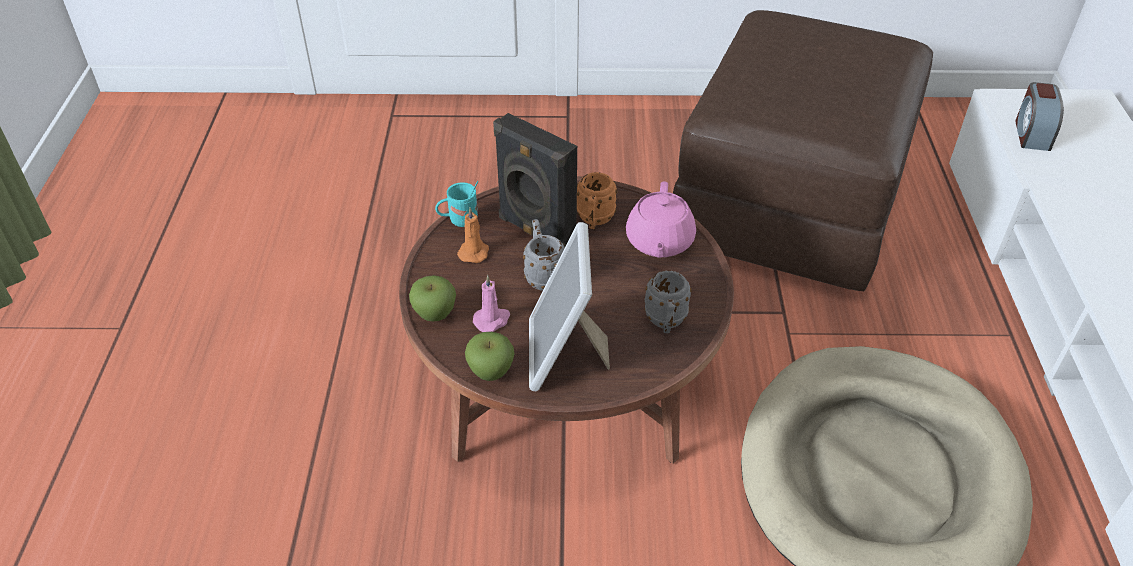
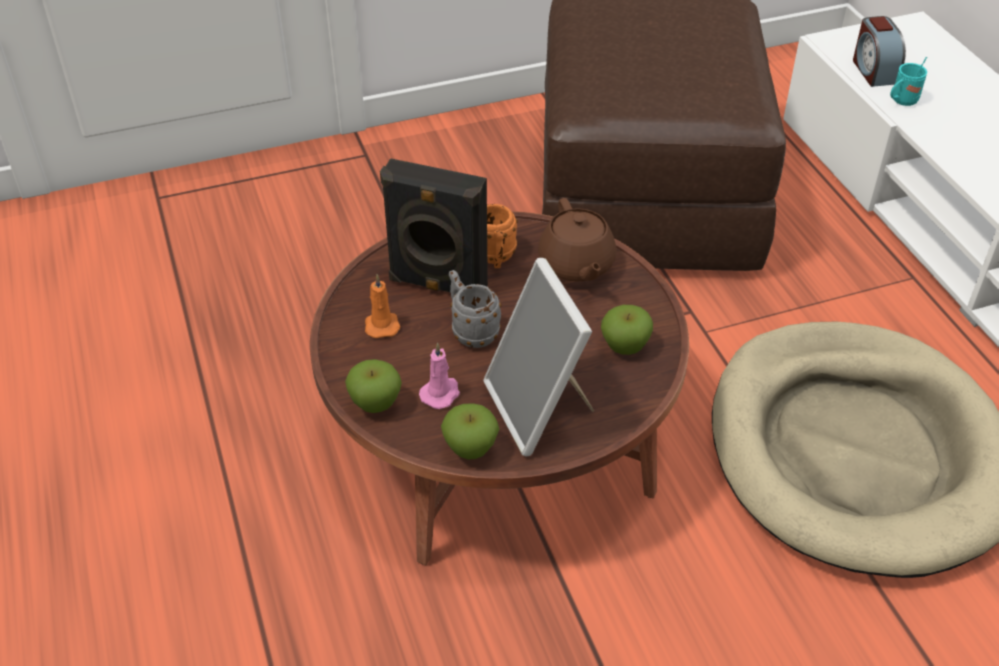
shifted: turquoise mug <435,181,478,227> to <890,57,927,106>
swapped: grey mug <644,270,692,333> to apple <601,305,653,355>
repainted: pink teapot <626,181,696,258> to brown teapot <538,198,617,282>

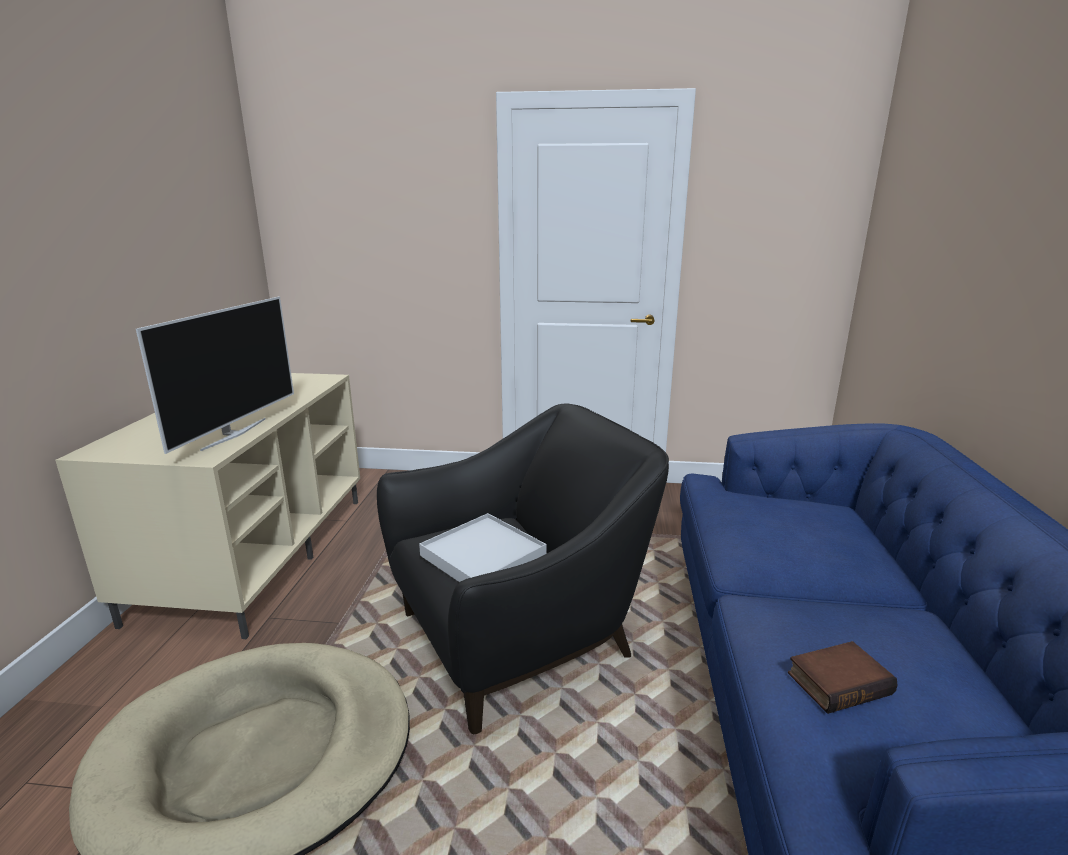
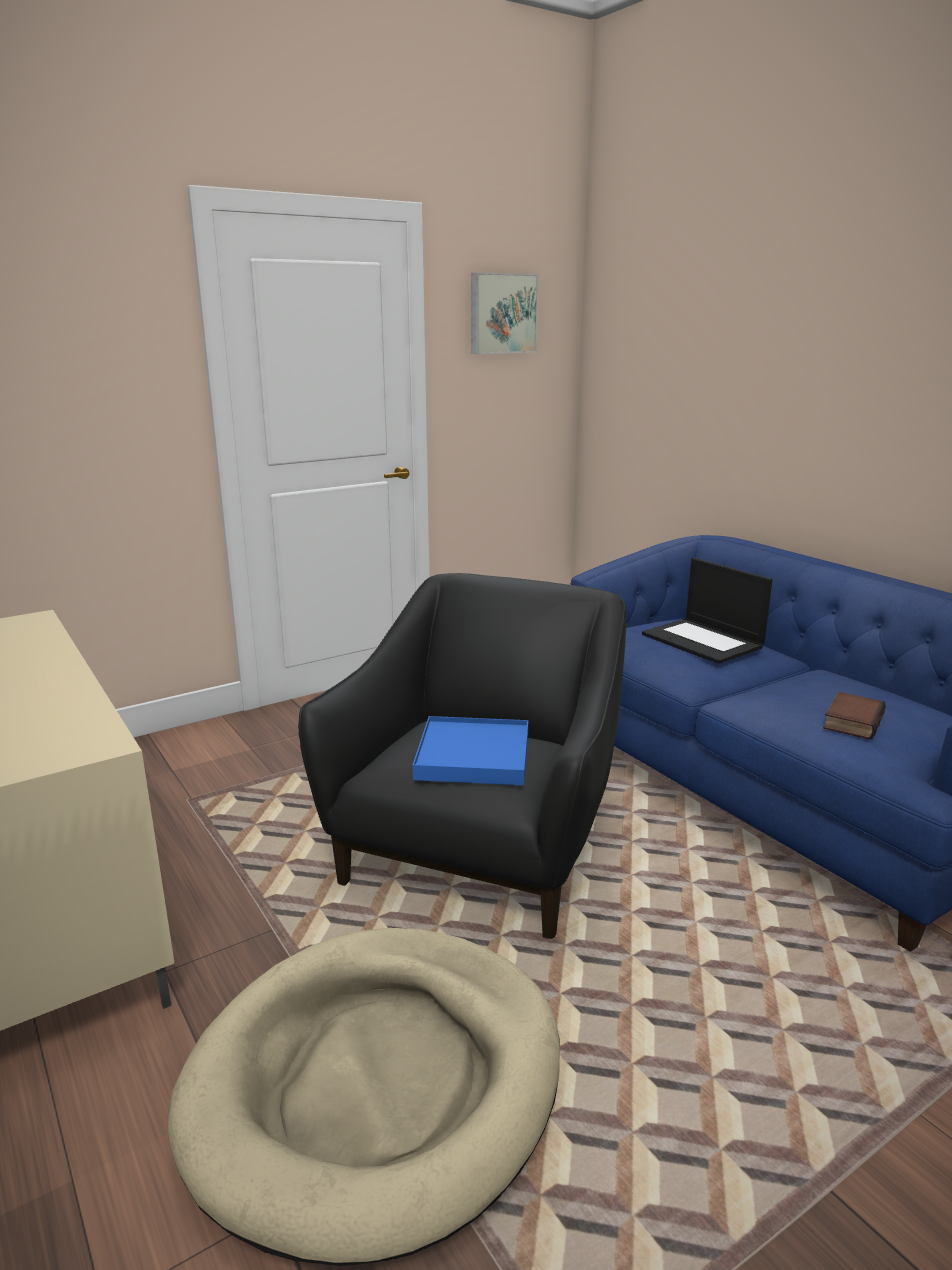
gone: television <136,297,294,454>
new: picture <471,273,539,354>; laptop <642,558,773,664>
repainted: white tray <419,513,547,582> to blue tray <412,716,528,785>

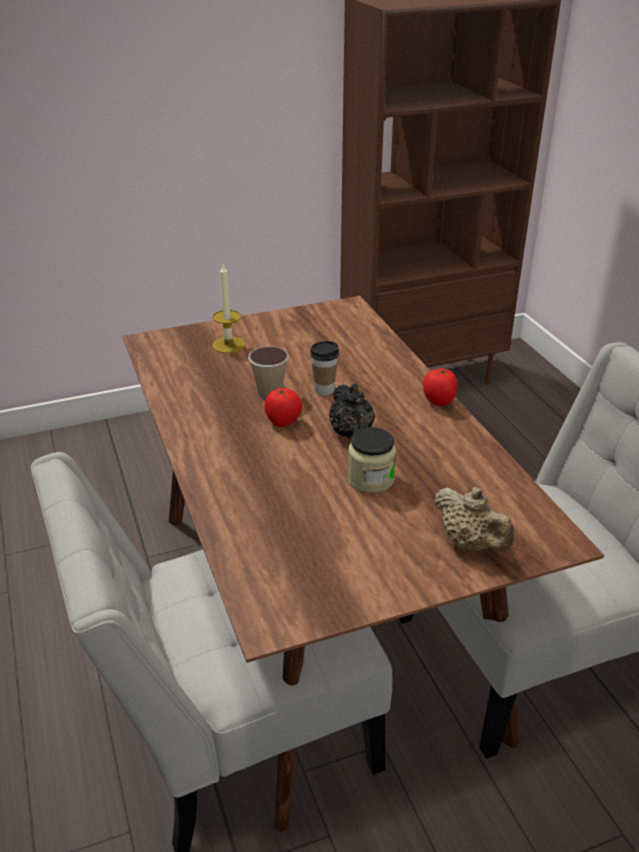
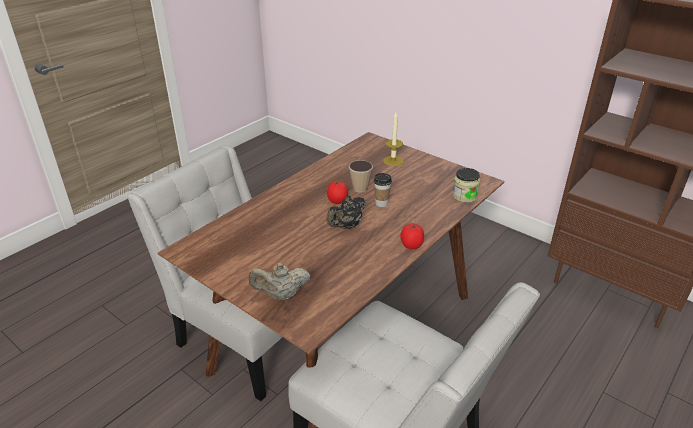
shifted: jar <348,427,396,493> to <452,168,480,203>
rotated: beige teapot <434,487,514,552> = <249,263,310,300> 60 degrees clockwise

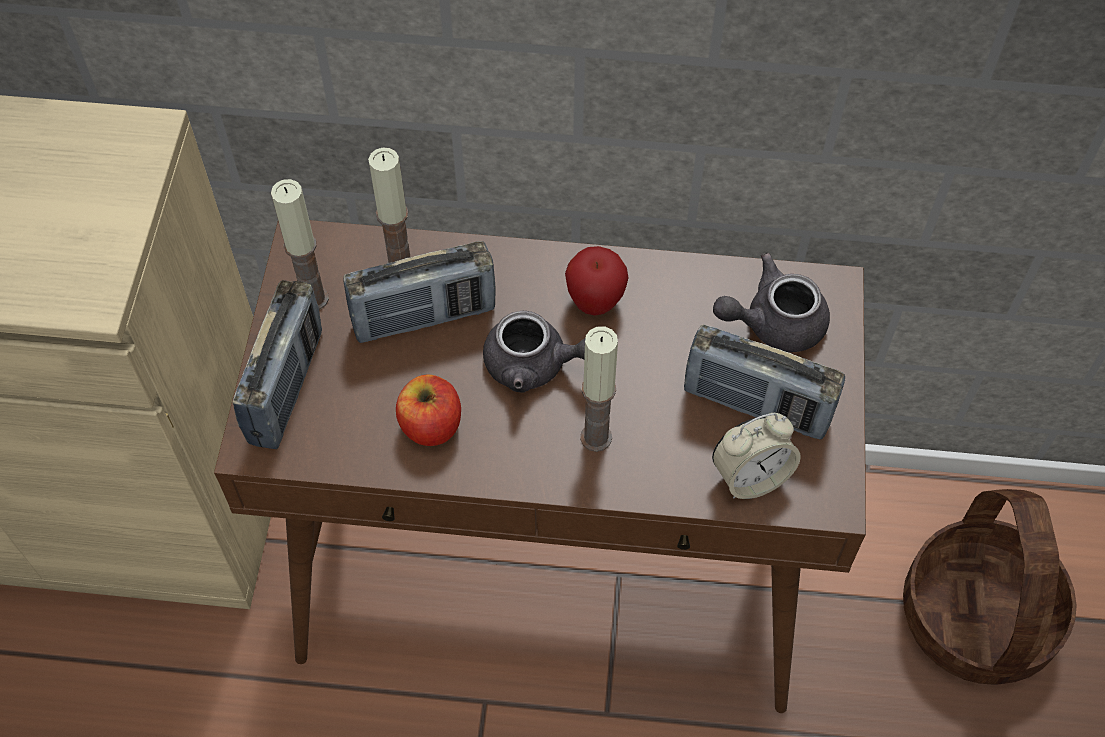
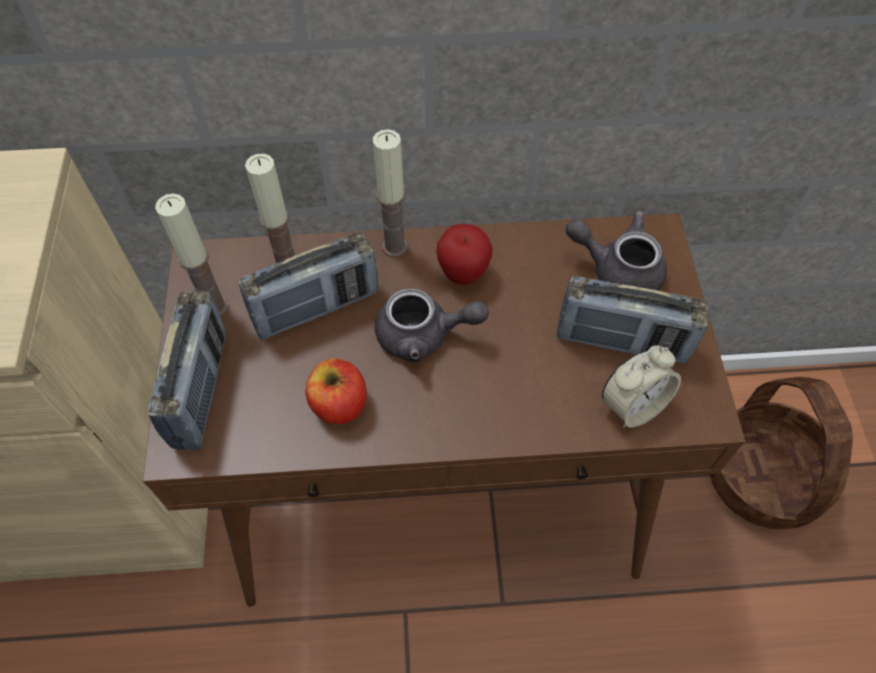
shifted: candle <580,327,618,452> to <373,129,408,257>
rotated: grey teapot <713,253,830,352> = <566,211,667,291> 45 degrees clockwise

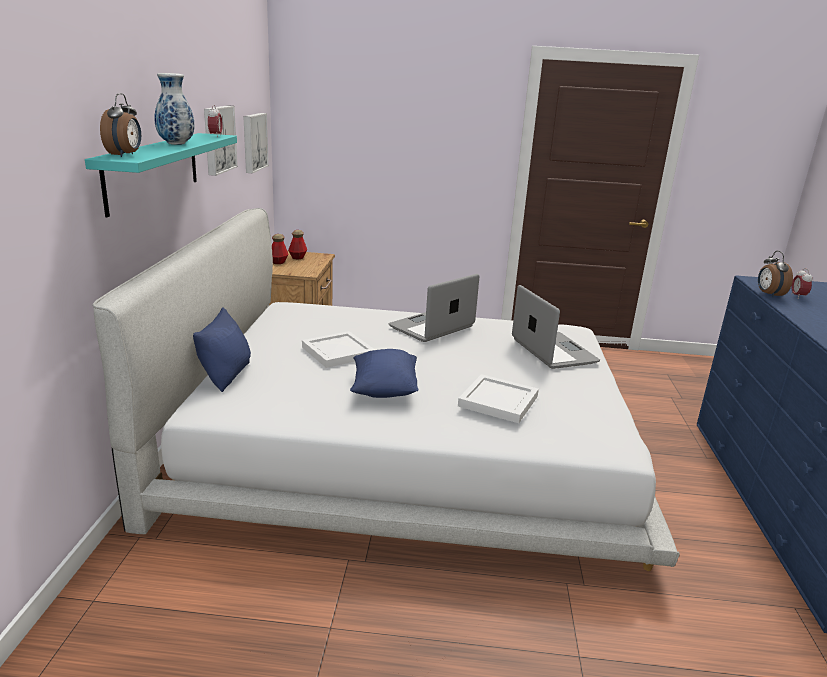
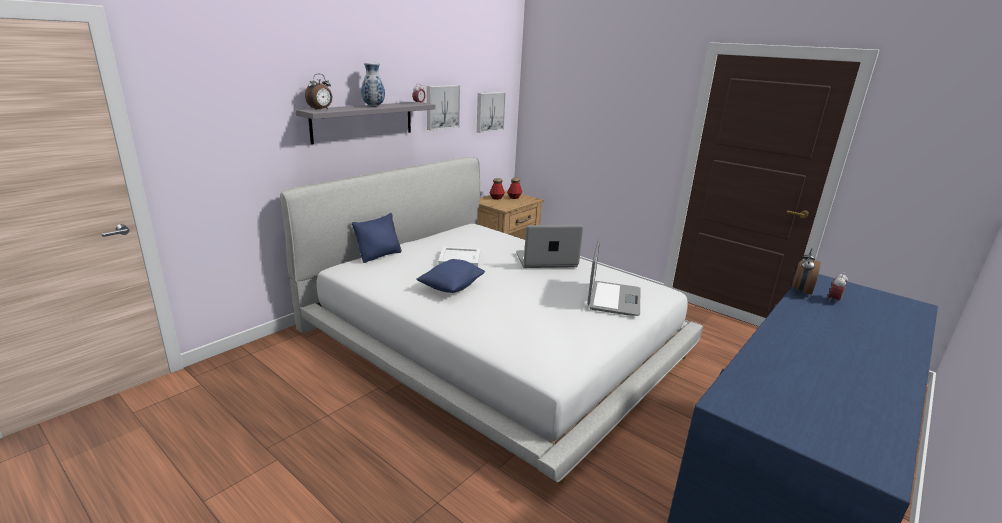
gone: white tray <458,374,539,423>
repainted: turquoise shelf <85,133,237,217> to grey shelf <295,102,436,145>

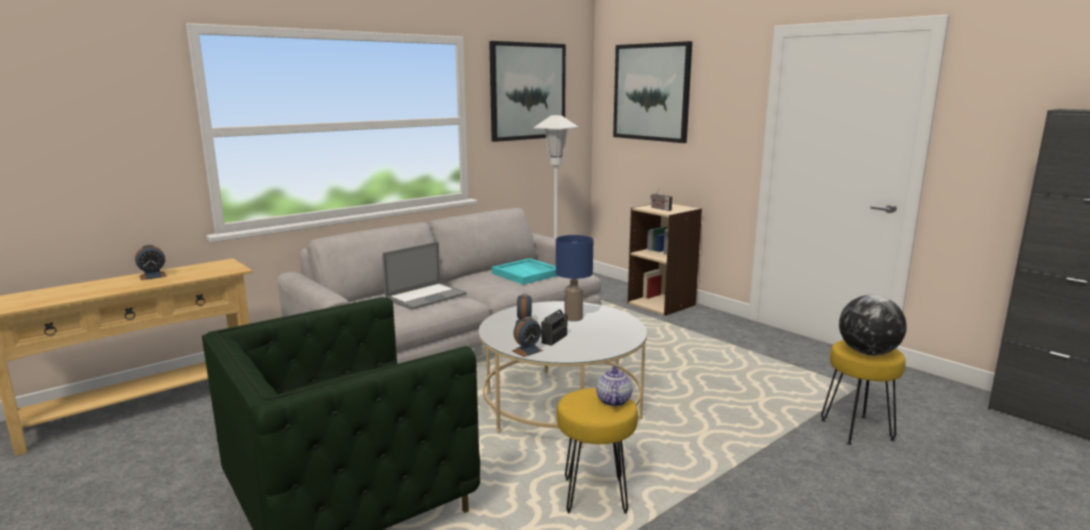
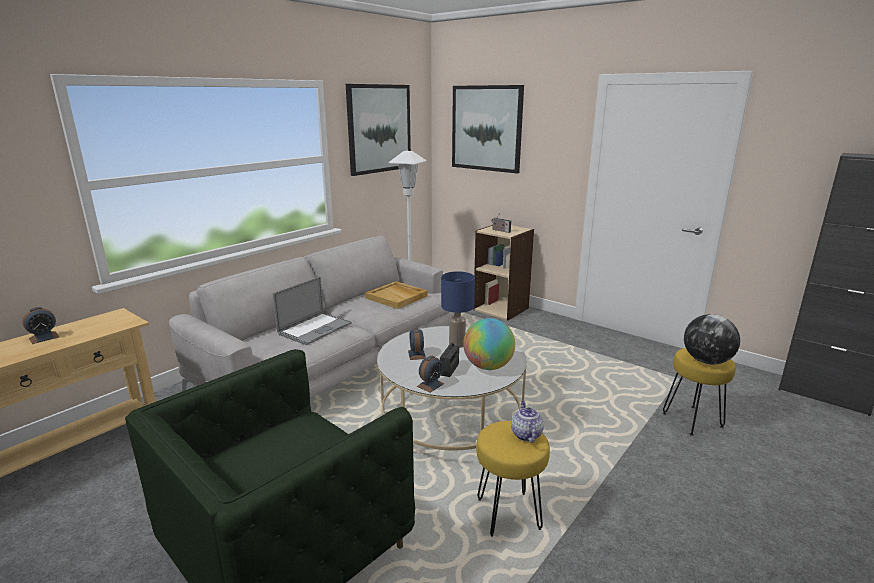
new: globe <463,318,515,370>
repainted: turquoise tray <492,258,558,285> to beige tray <365,281,428,309>

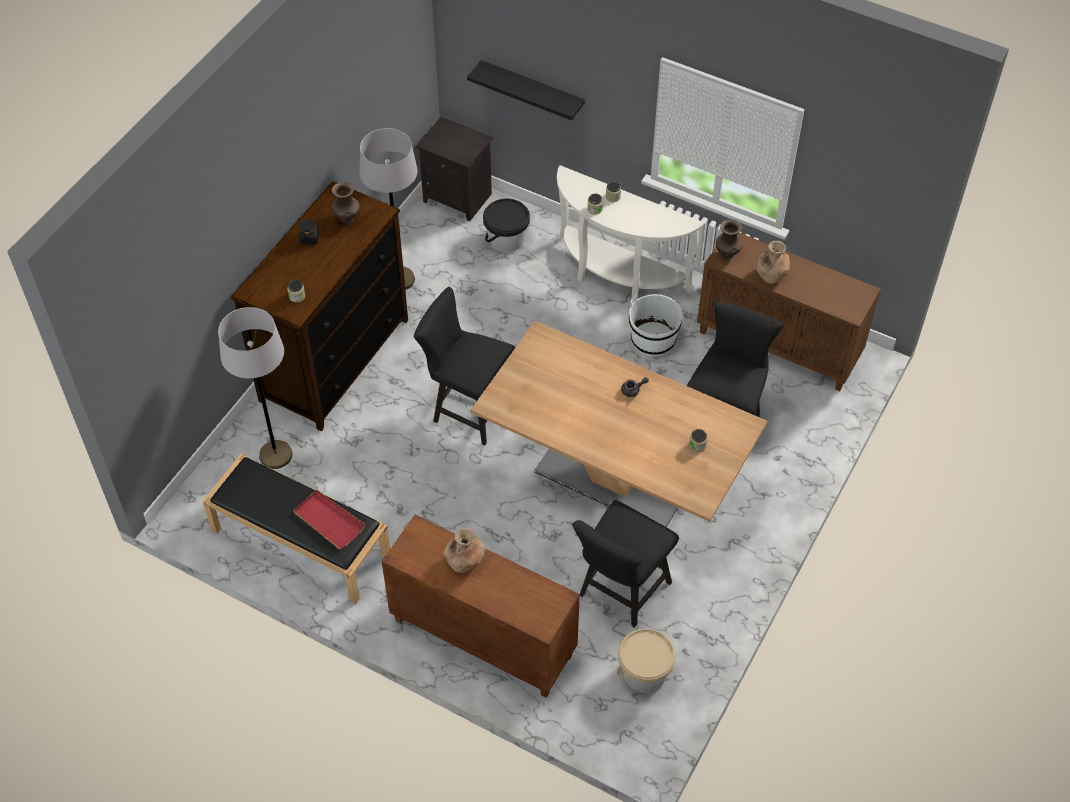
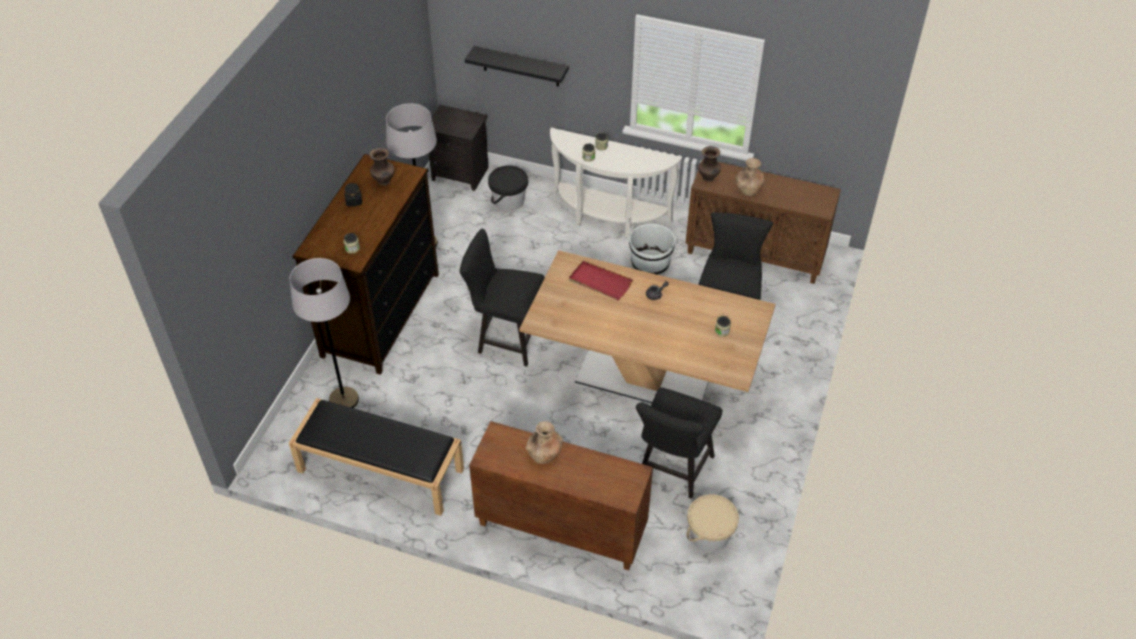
shifted: red tray <293,490,366,550> to <569,261,633,300>

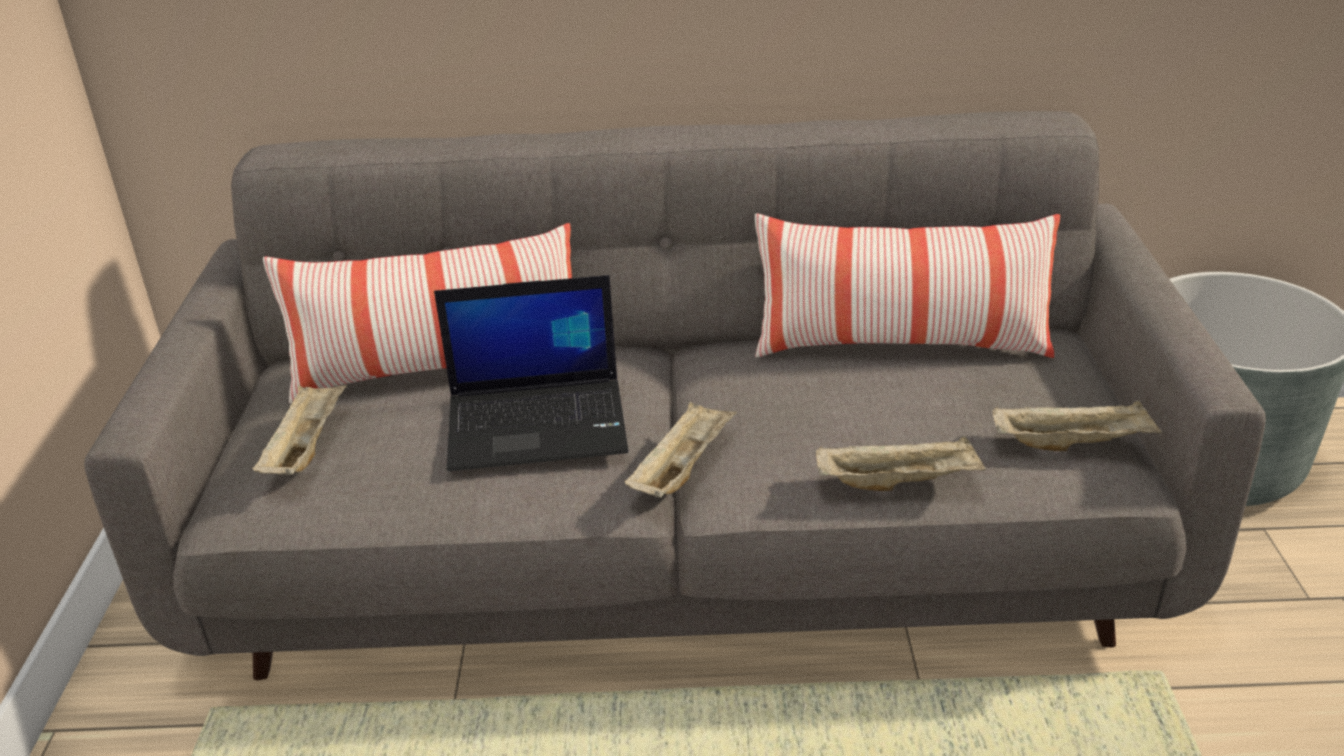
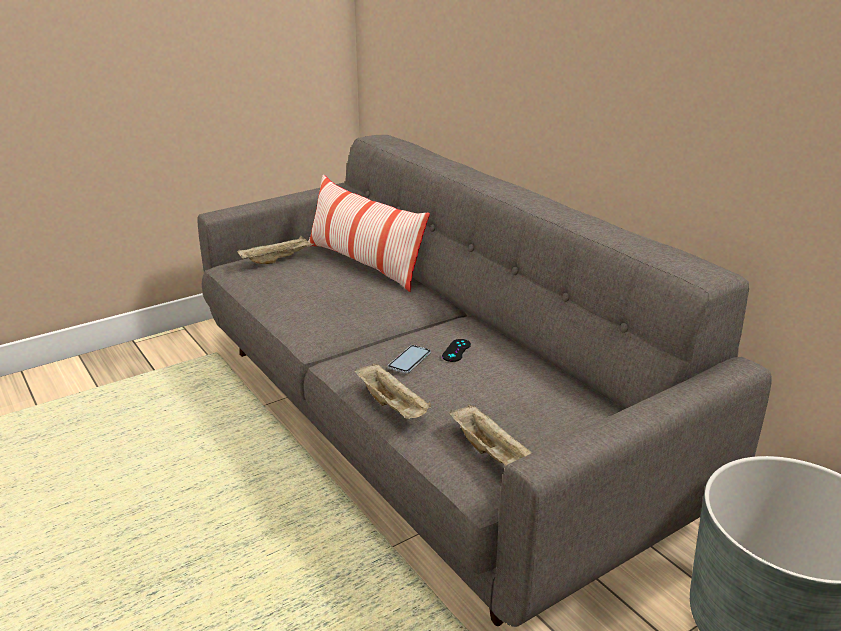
gone: laptop <434,275,628,471>; beige tray <625,402,737,498>; pillow <755,213,1060,358>
new: phone <388,345,431,374>; black game controller <442,339,471,362>

